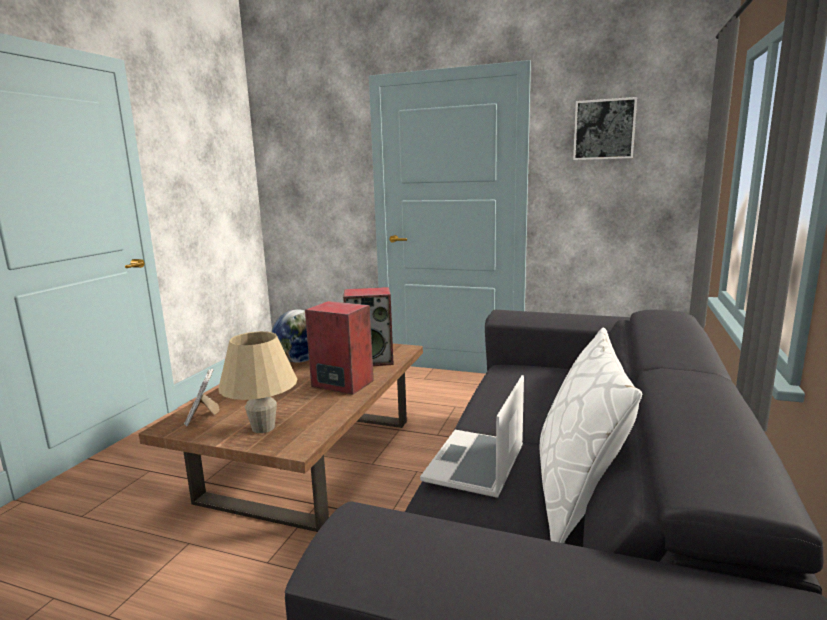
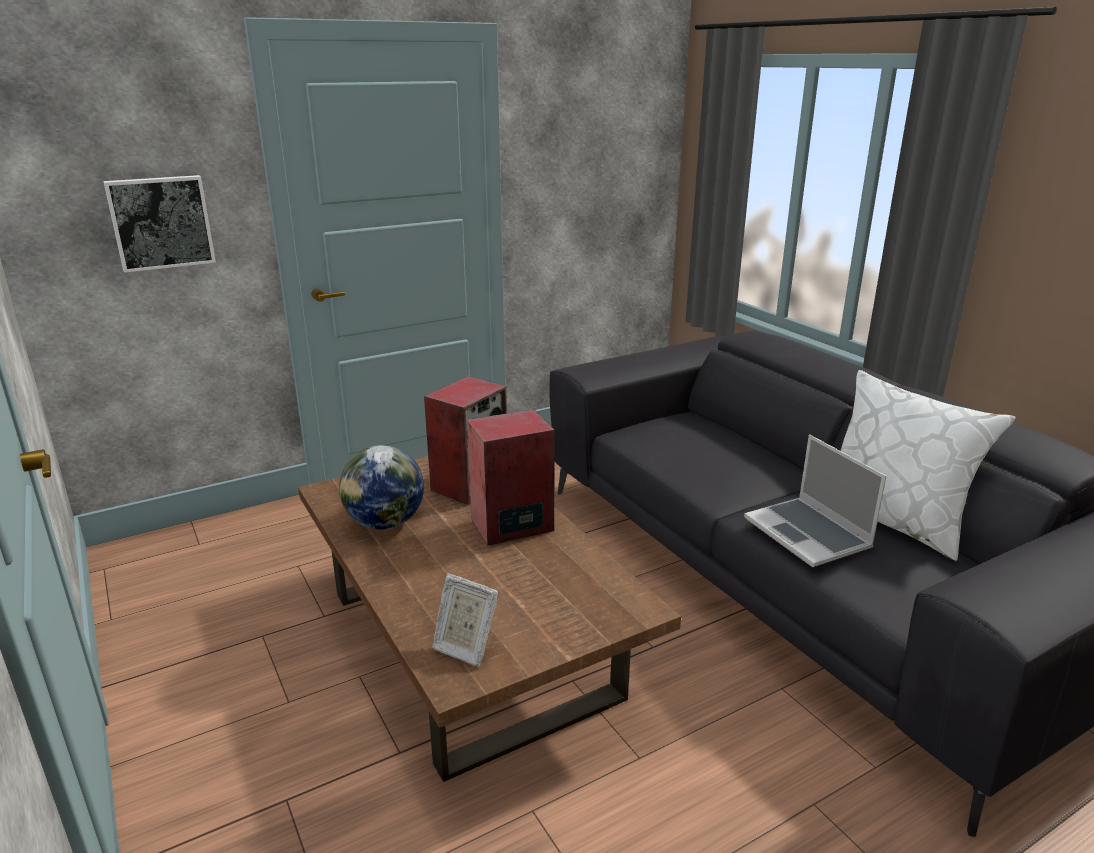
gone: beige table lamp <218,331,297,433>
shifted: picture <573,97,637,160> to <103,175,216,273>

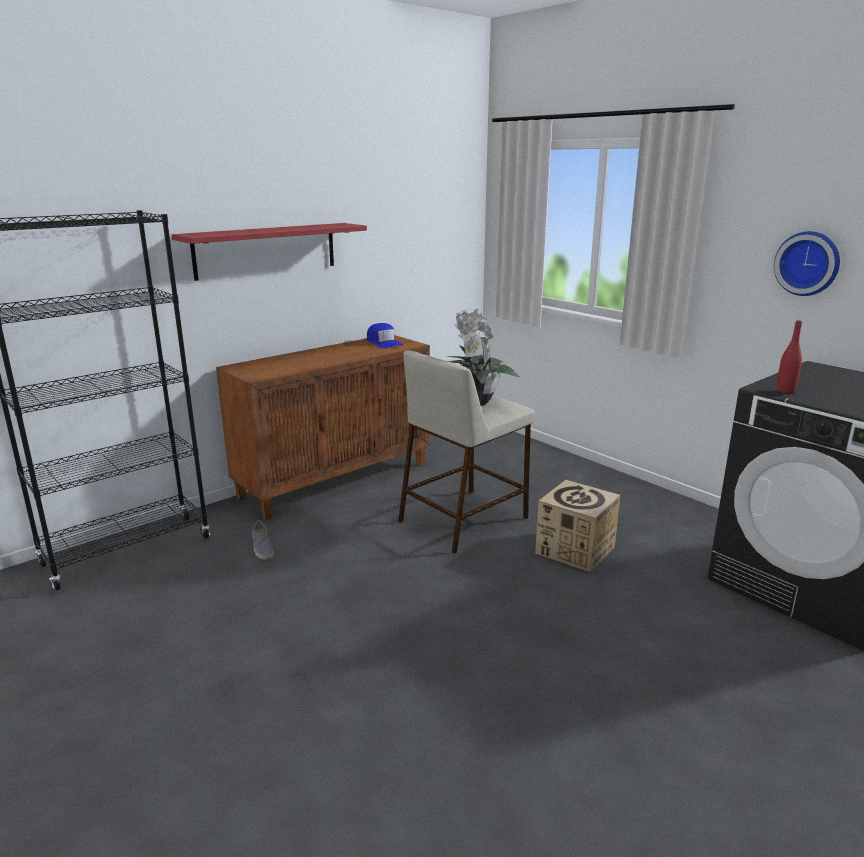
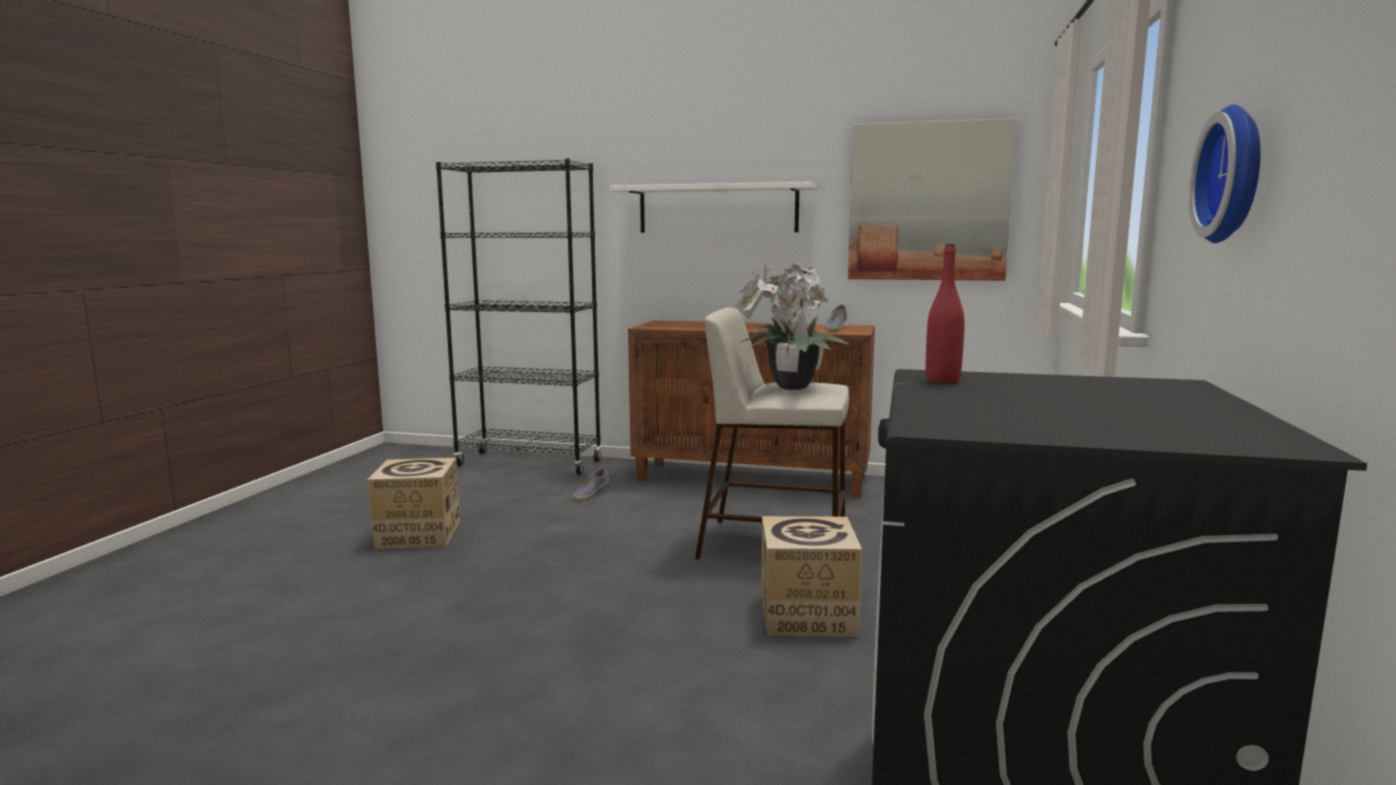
new: cardboard box <367,458,460,549>; picture <848,118,1017,281>
swapped: blue cap <367,323,403,349> to shoe <824,305,847,331>
repainted: red shelf <171,223,367,281> to white shelf <610,182,817,233>

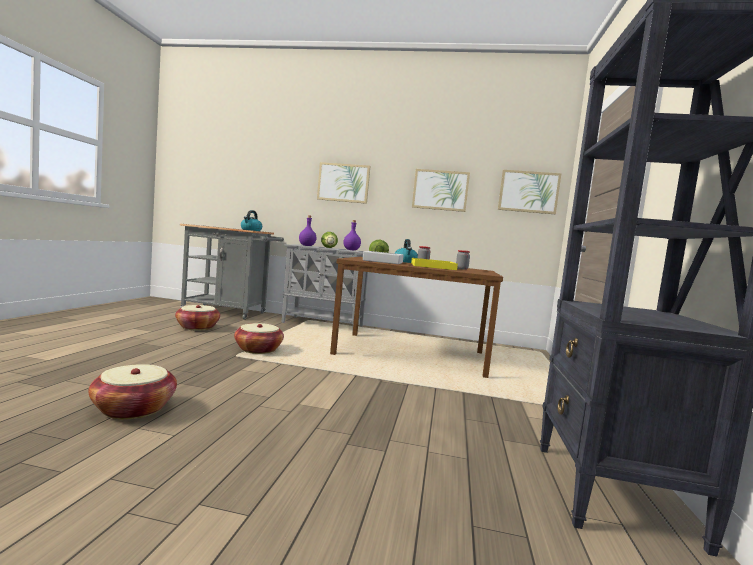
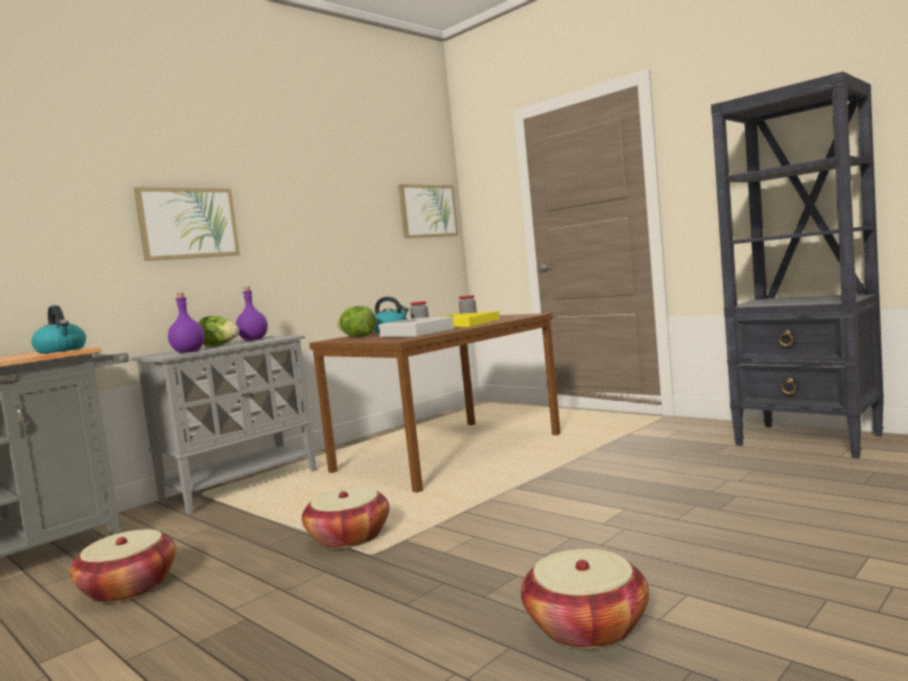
gone: picture <412,169,470,212>

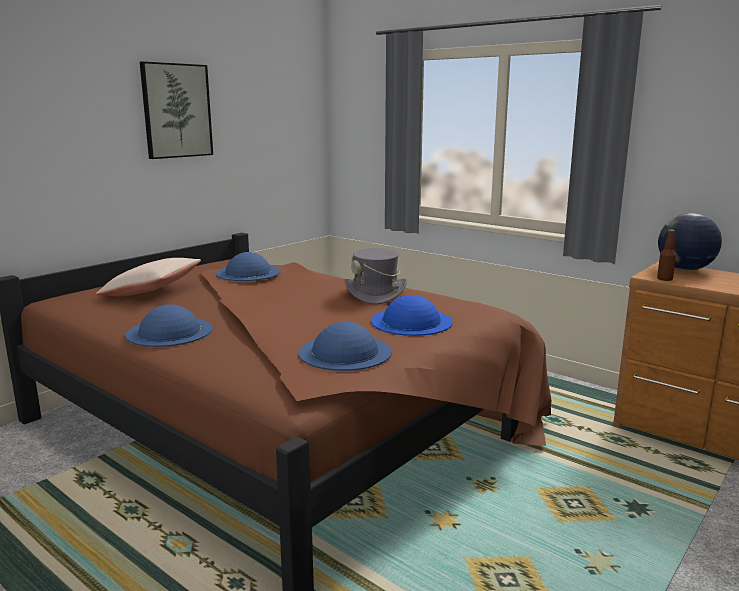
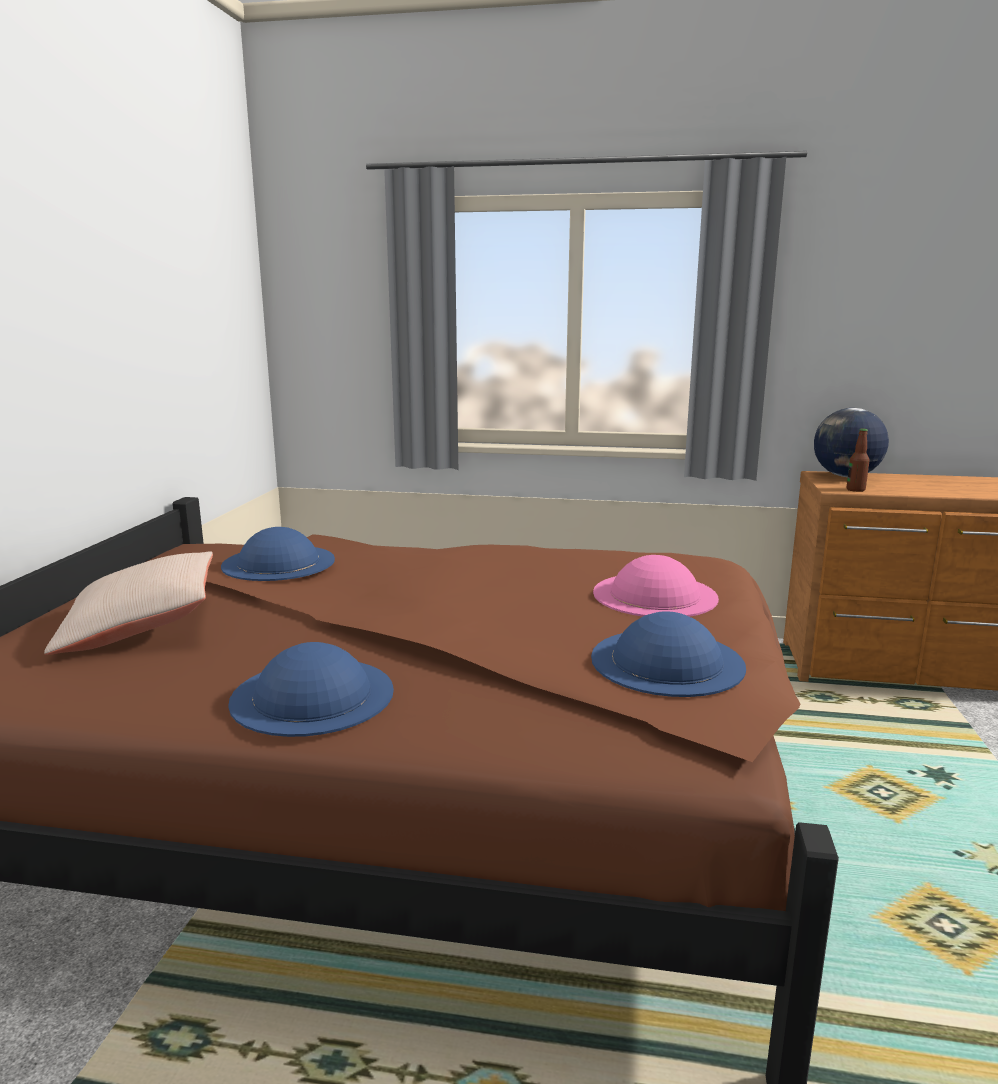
gone: picture <140,61,213,159>; grey hat <344,248,407,304>
repainted: blue hat <371,295,453,336> to pink hat <593,555,719,617>

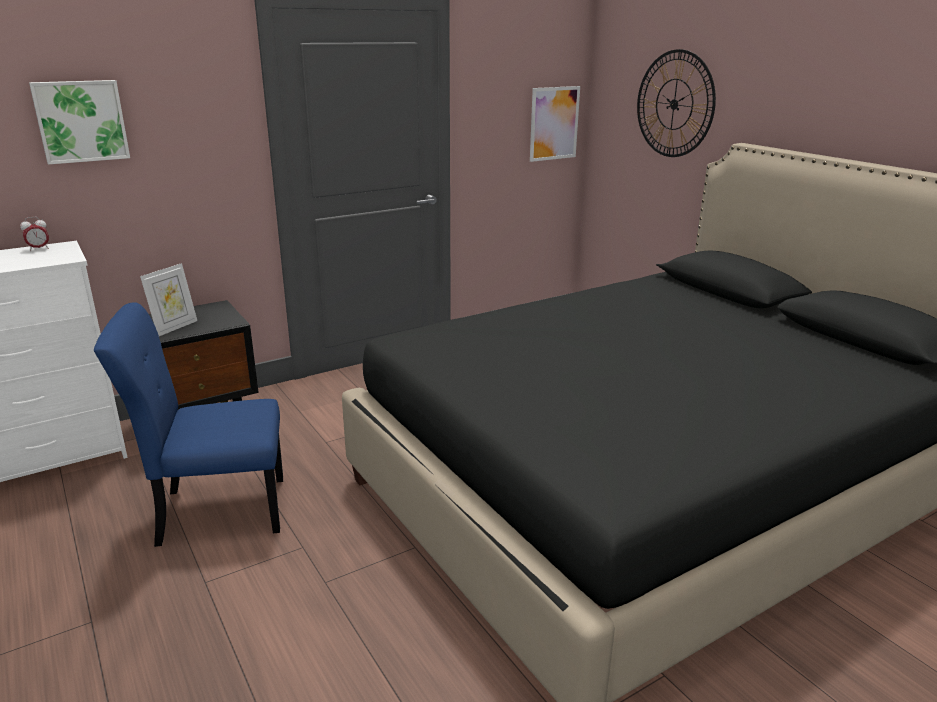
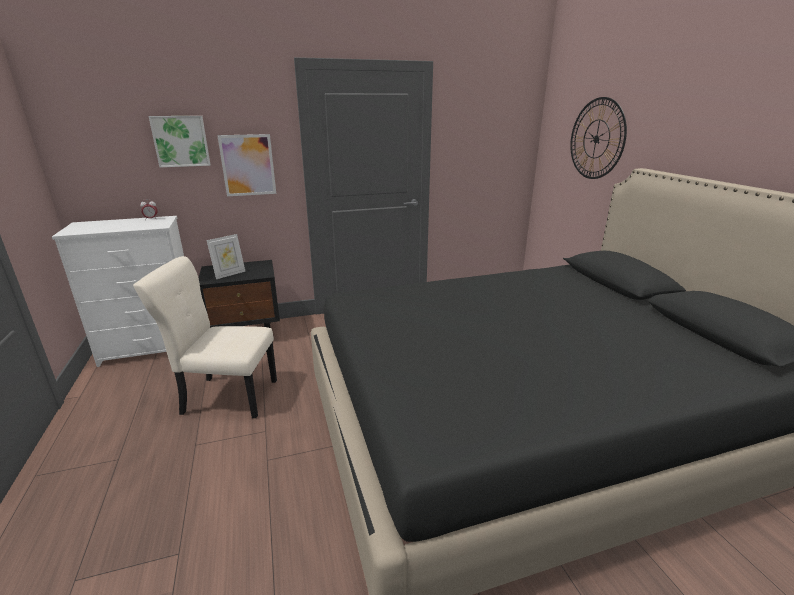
shifted: picture <530,86,580,162> to <217,134,276,196>
repainted: blue chair <94,302,283,547> to beige chair <133,256,277,418>

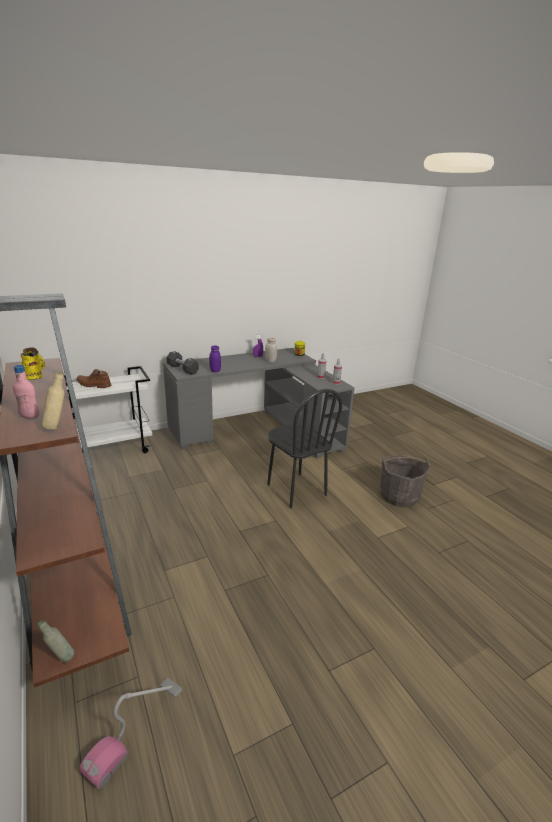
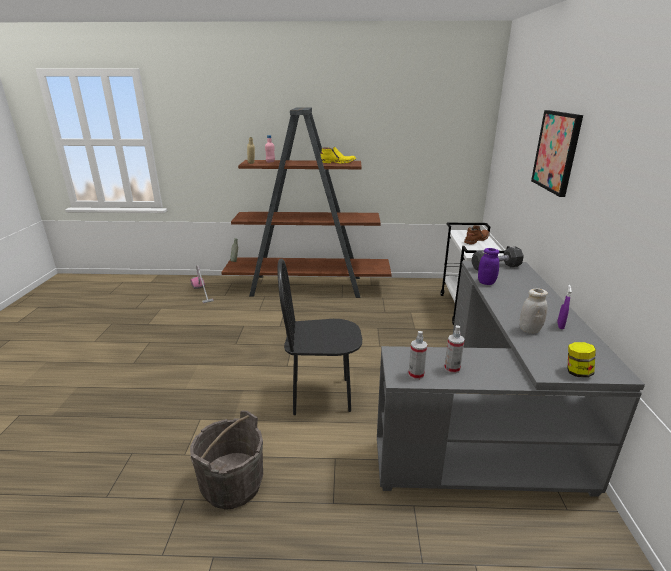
new: picture <531,110,583,197>

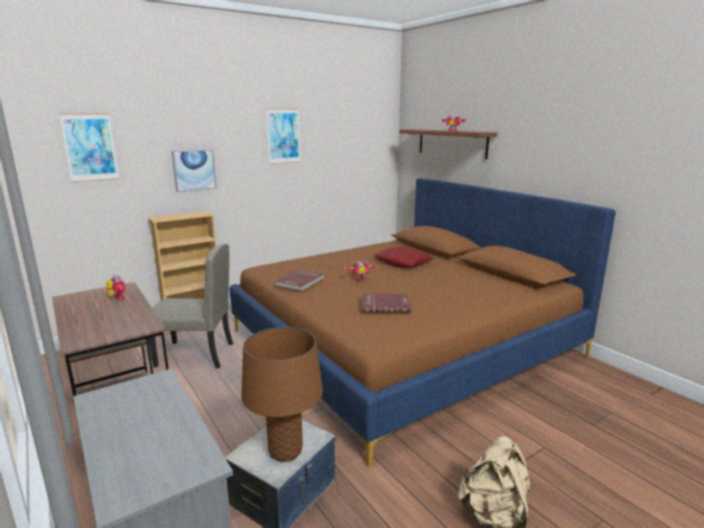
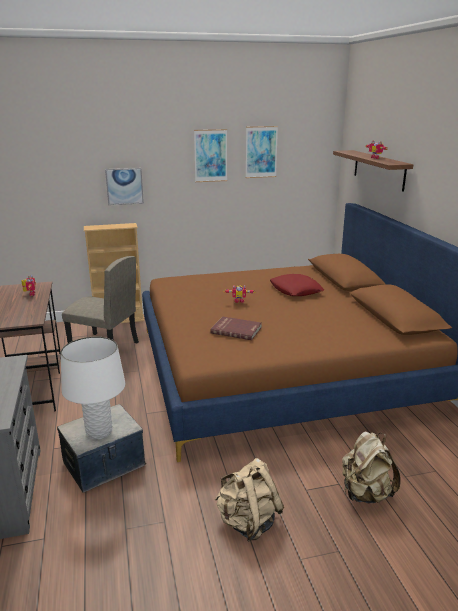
gone: red book <275,269,324,291>
new: beige backpack <342,431,401,503>
shifted: picture <59,113,119,182> to <245,126,278,178>
repainted: brown table lamp <241,327,323,462> to white table lamp <61,337,125,439>

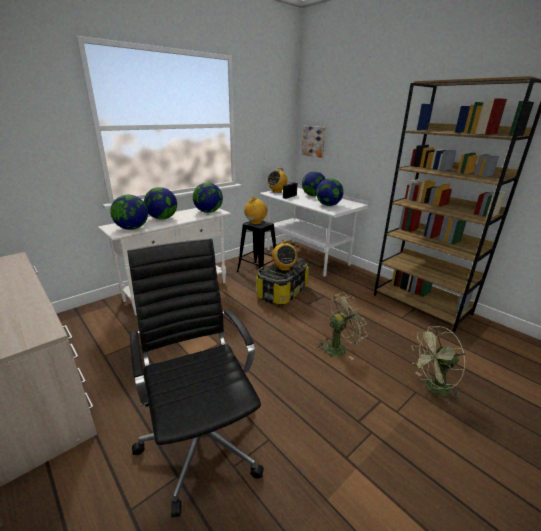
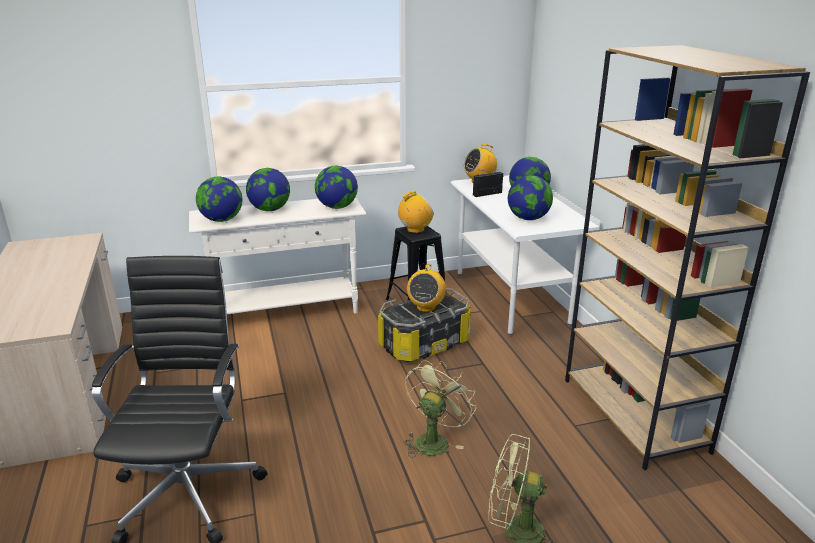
gone: picture <301,126,326,158>
rotated: green fan <316,293,368,360> = <403,360,477,458> 60 degrees counterclockwise

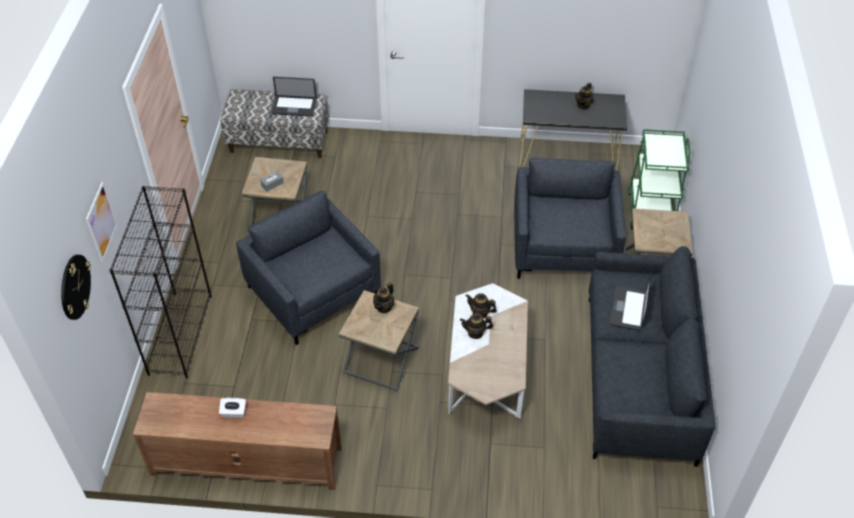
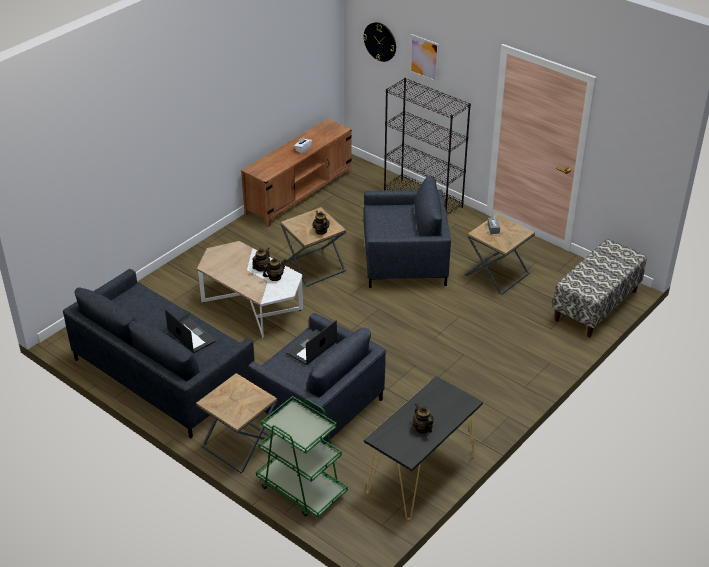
shifted: laptop <271,77,317,116> to <287,320,337,365>

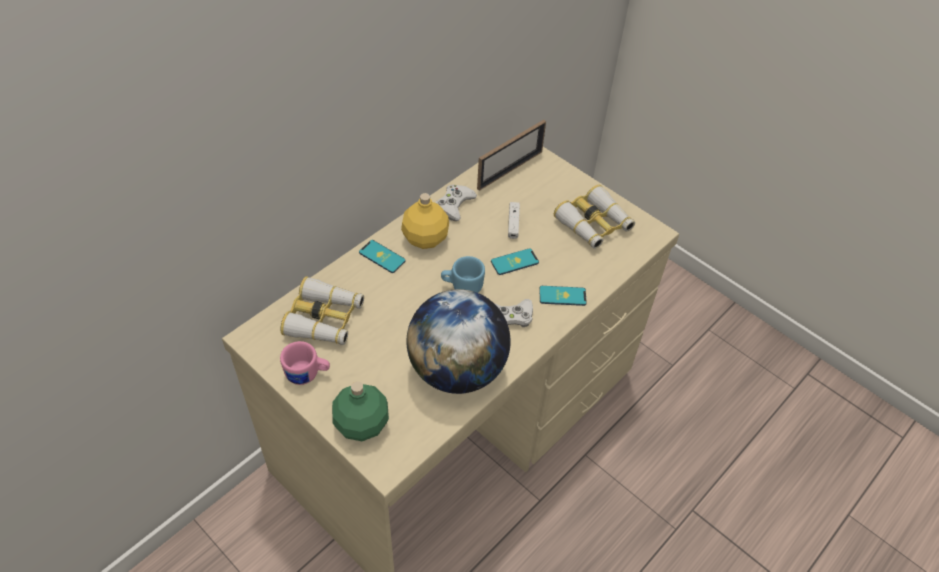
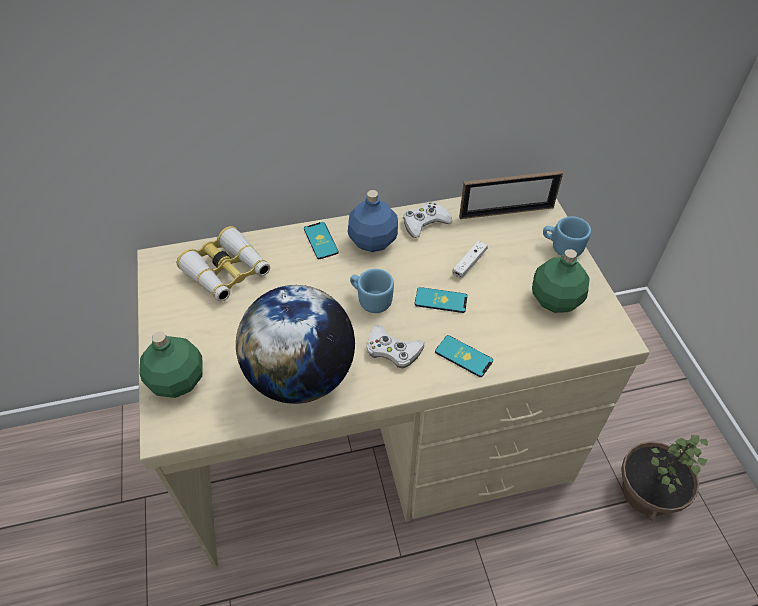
gone: pink mug <280,341,330,385>
new: blue mug <543,216,591,257>; potted plant <621,434,708,521>
swapped: binoculars <554,185,635,249> to green bottle <532,249,590,313>
repainted: yellow bottle <401,193,449,249> to blue bottle <348,190,398,252>

